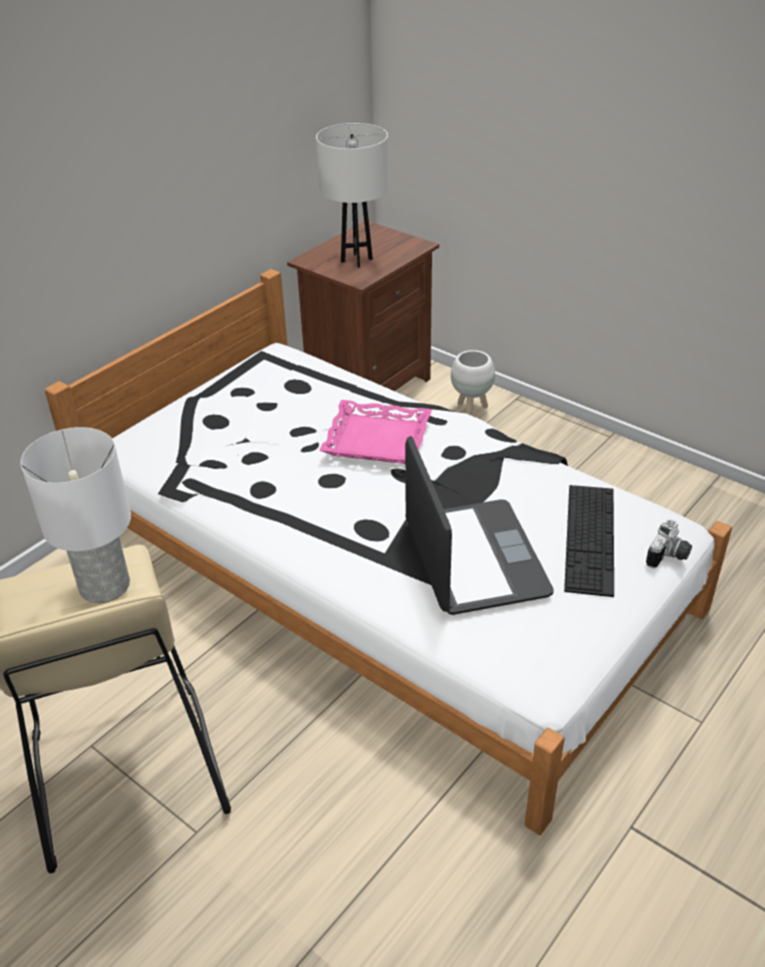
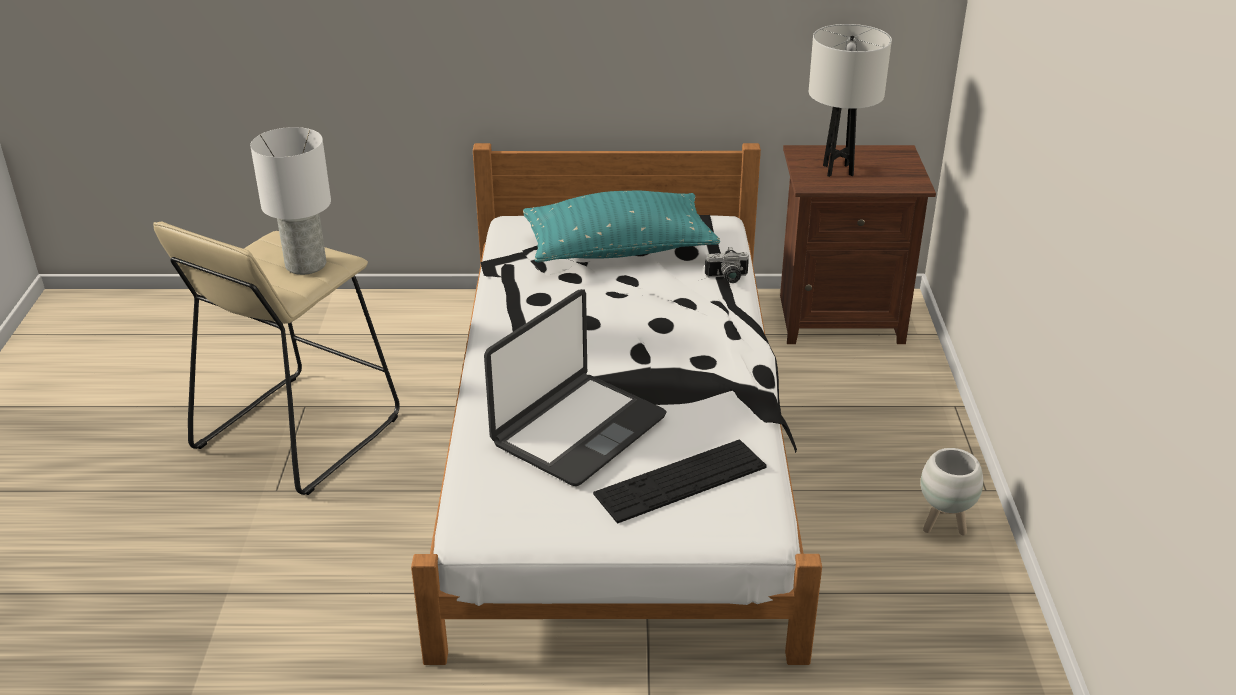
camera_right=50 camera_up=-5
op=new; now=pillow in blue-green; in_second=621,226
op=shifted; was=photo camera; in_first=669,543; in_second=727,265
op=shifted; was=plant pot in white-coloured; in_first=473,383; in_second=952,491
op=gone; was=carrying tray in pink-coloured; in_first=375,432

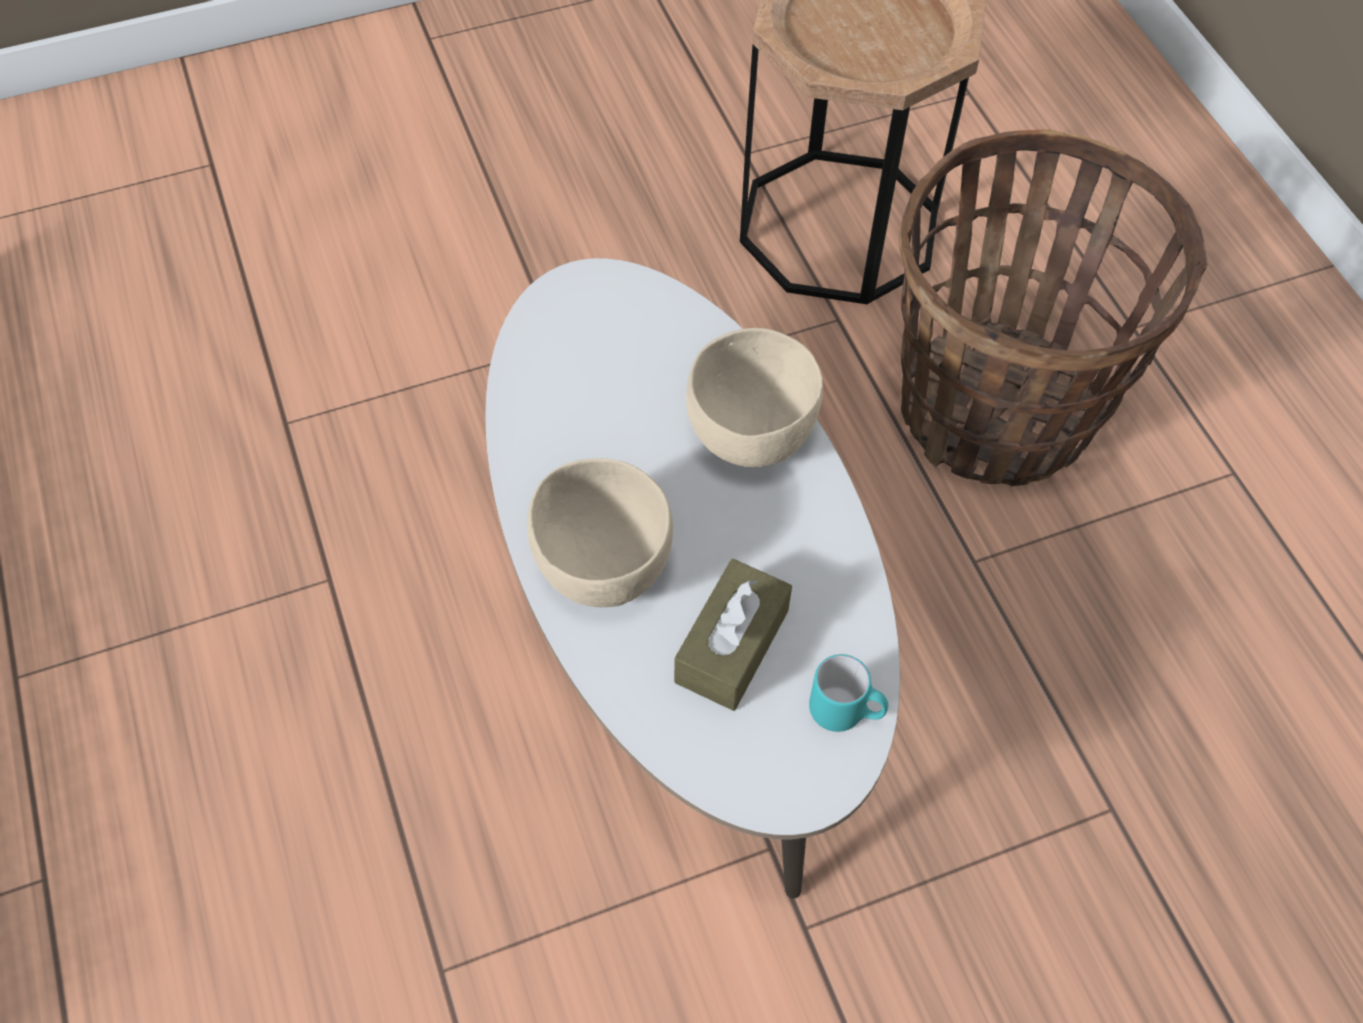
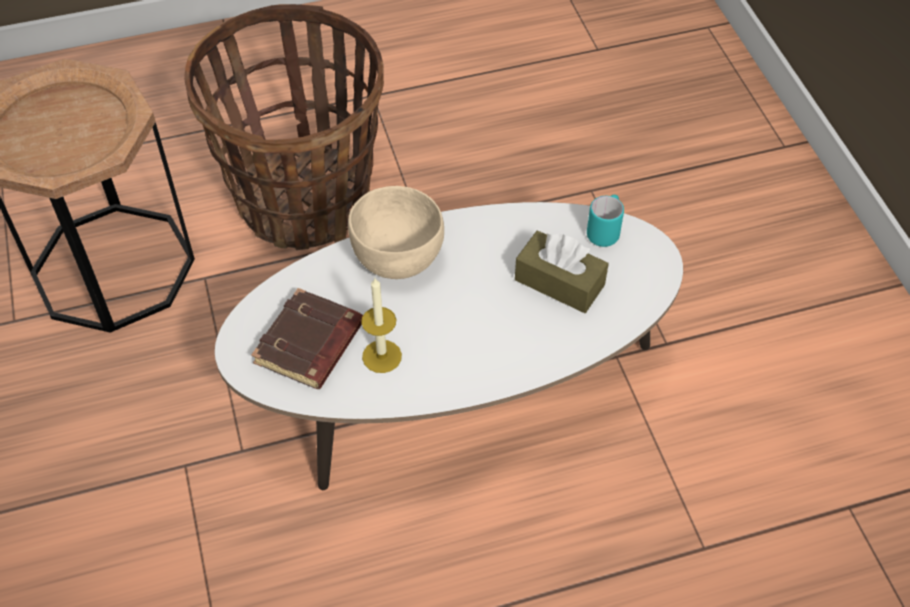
camera_right=-85 camera_up=-5
op=new; now=volume in brownish; in_second=307,338
op=new; now=wax light; in_second=381,325
op=gone; was=serving bowl in beige; in_first=600,532

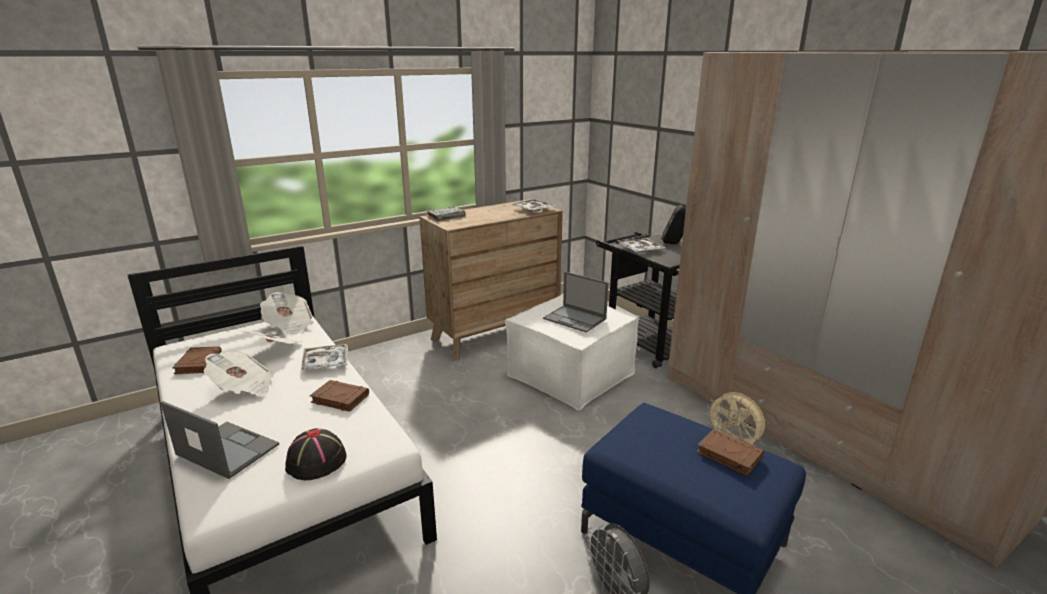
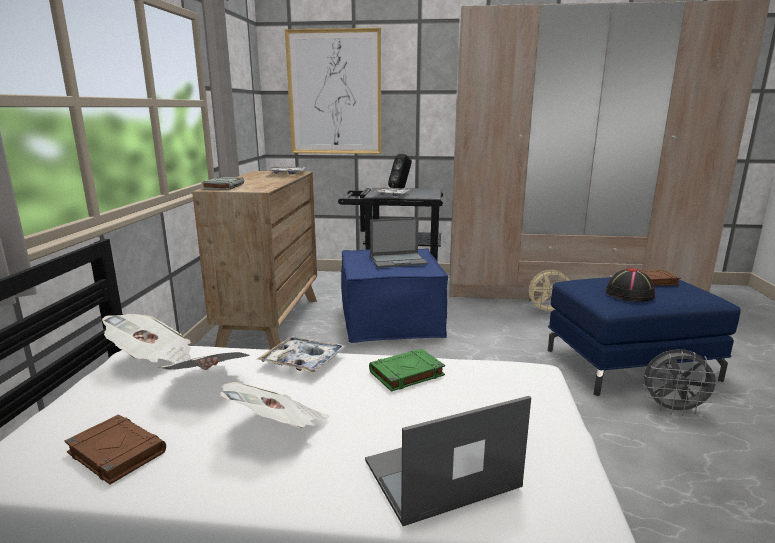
camera_right=-50 camera_up=-5
op=new; now=picture; in_second=333,91
op=repainted; was=pouffe in white-coloured; now=pouffe in bluish; in_first=572,352; in_second=394,295
op=repainted; was=volume in brownish; now=volume in green; in_first=339,396; in_second=407,370
op=shifted; was=wearable hat in blackish; in_first=316,454; in_second=630,285

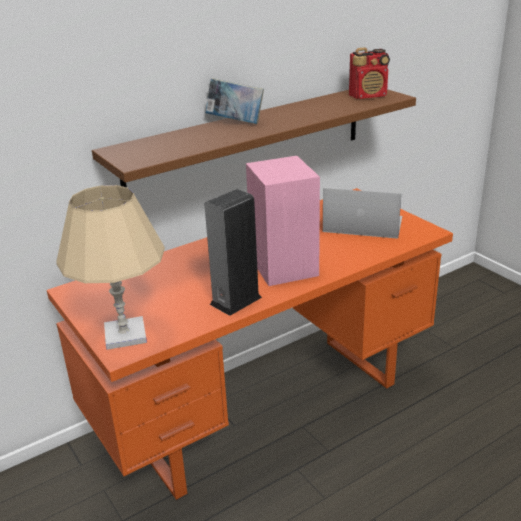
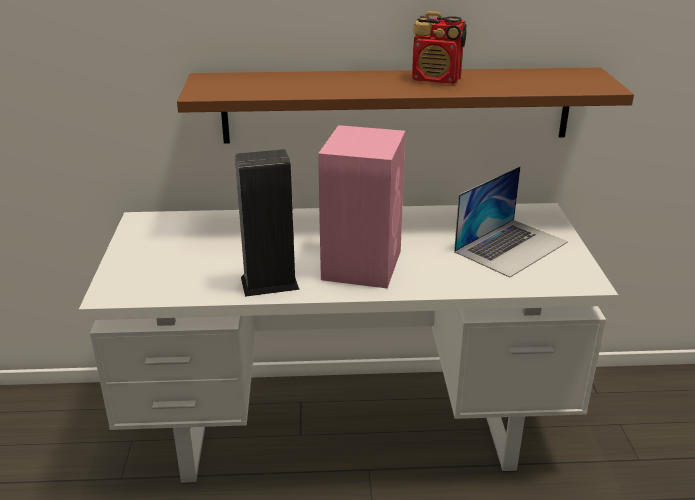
camera_right=30 camera_up=0
op=repainted; was=desk in orange; now=desk in white-coloured; in_first=250,344; in_second=348,343
op=shifted; was=radio; in_first=369,73; in_second=439,47
op=rotated; was=portable computer; in_first=362,213; in_second=511,222; clockwise=90
op=gone; was=lamp for a table in beige; in_first=110,267
op=gone; was=volume; in_first=234,101

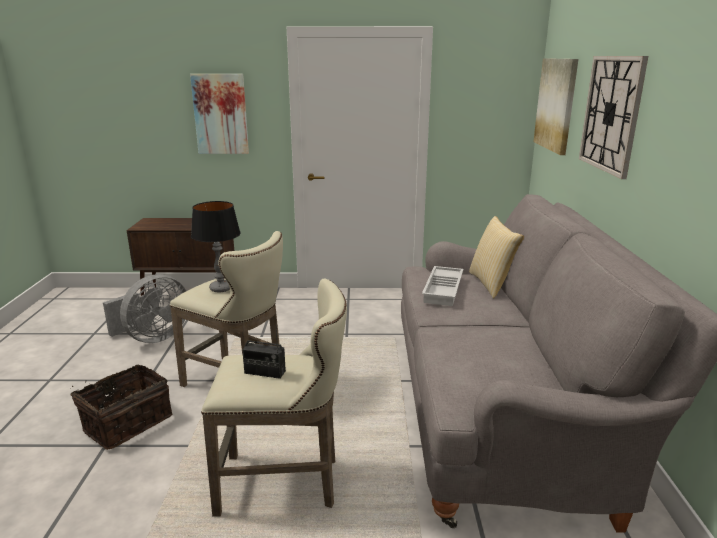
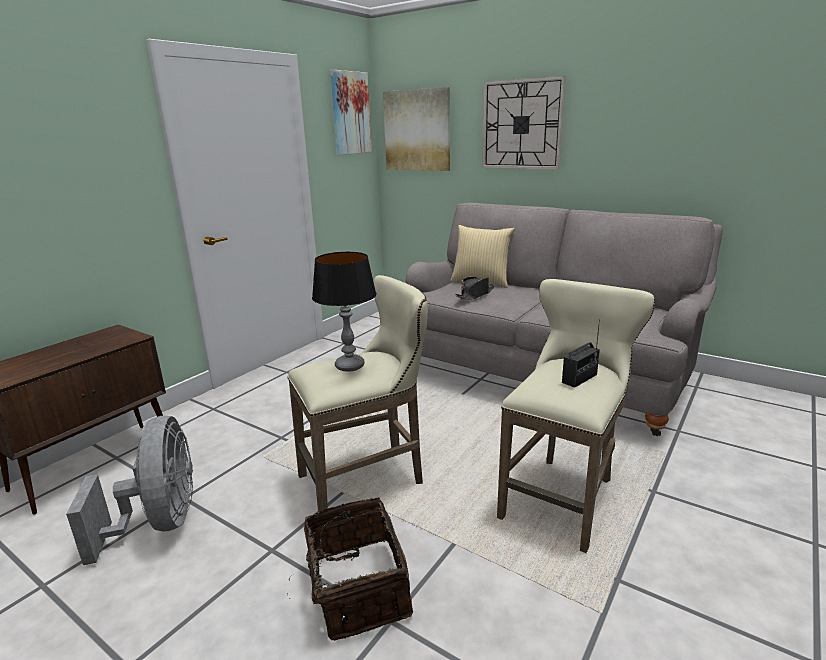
camera_right=-55 camera_up=0
op=shifted; was=picture; in_first=219,114; in_second=351,112
op=swapped; was=carrying tray in white-coloured; now=wearable hat in blackish; in_first=442,286; in_second=475,288

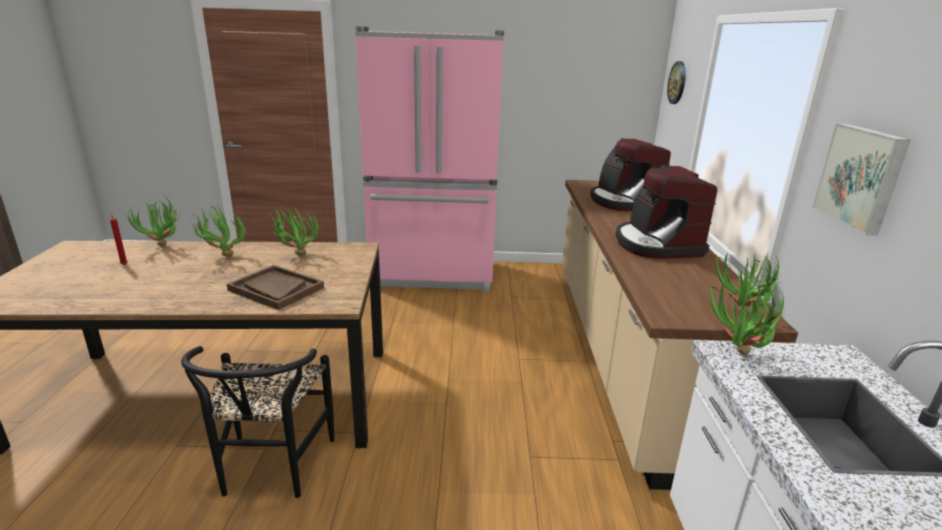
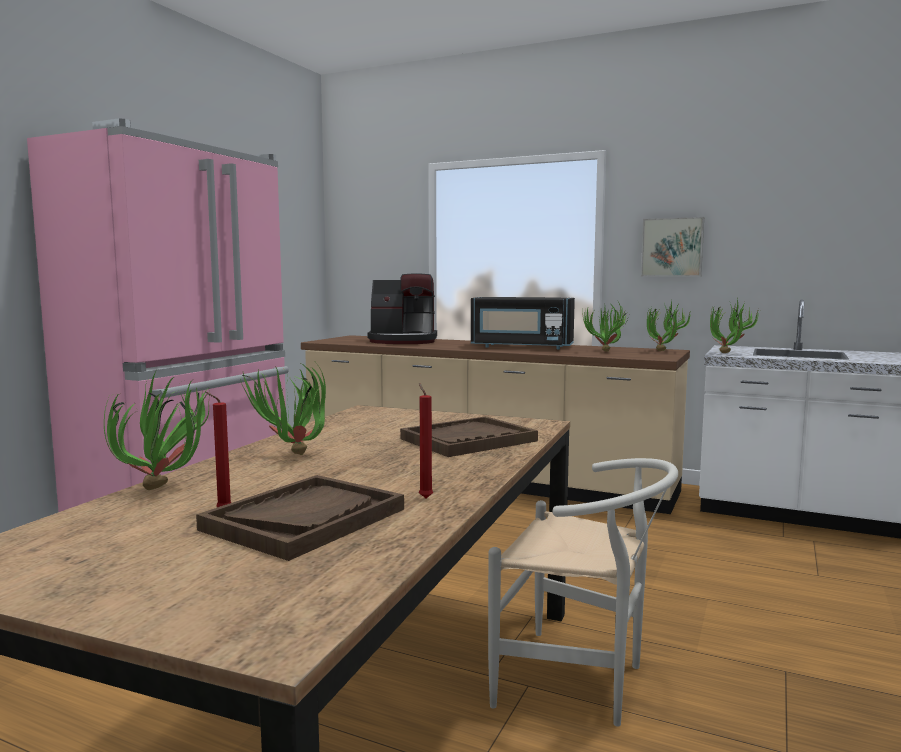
camera_right=-65 camera_up=-15
op=new; now=carrying tray in brownish; in_second=300,518
op=new; now=wax light in red; in_second=426,440
op=swapped; was=coffee maker; now=microwave in blackish; in_first=666,212; in_second=523,323
op=repainted; was=plain chair in blackish; now=plain chair in white-coloured; in_first=257,422; in_second=583,592
op=shifted; was=houseplant; in_first=293,230; in_second=606,328
op=gone; was=hanging clock; in_first=676,82

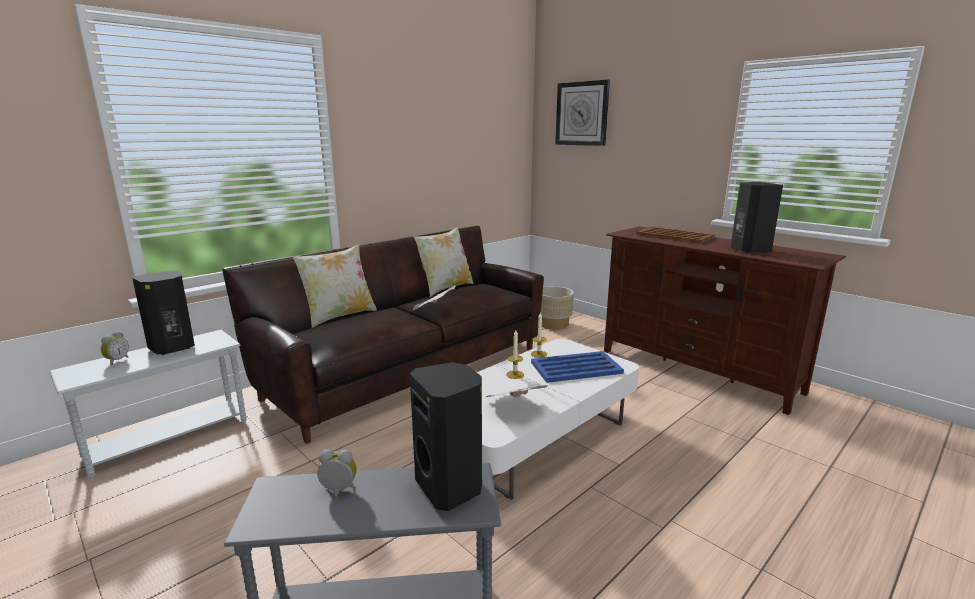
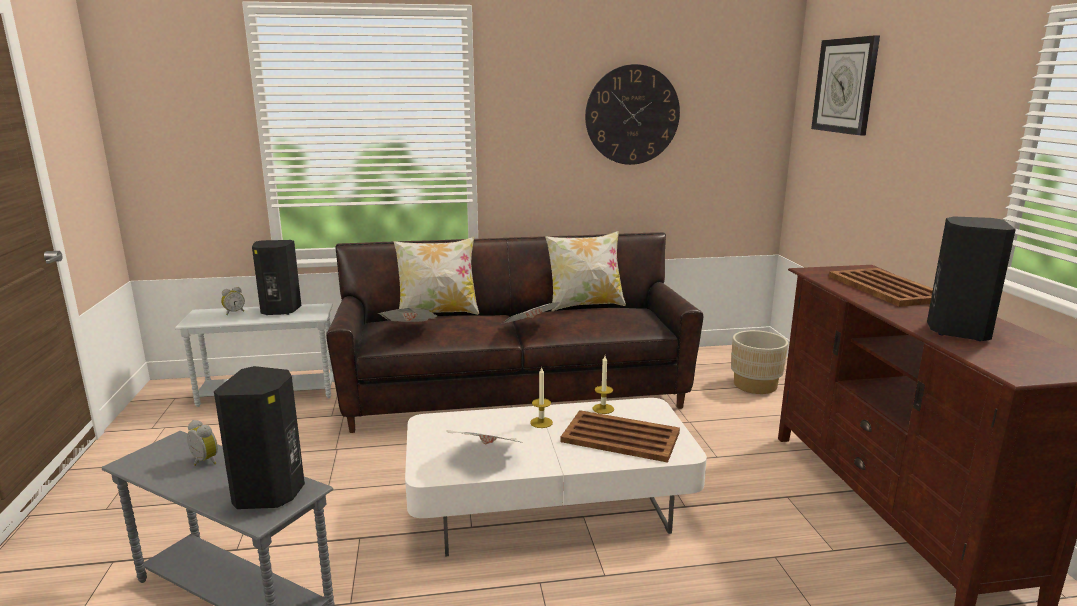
camera_right=35 camera_up=0
op=new; now=daily paper; in_second=408,315
op=repainted; was=carrying tray in bluish; now=carrying tray in brownish; in_first=577,367; in_second=620,436
op=new; now=hanging clock; in_second=632,114

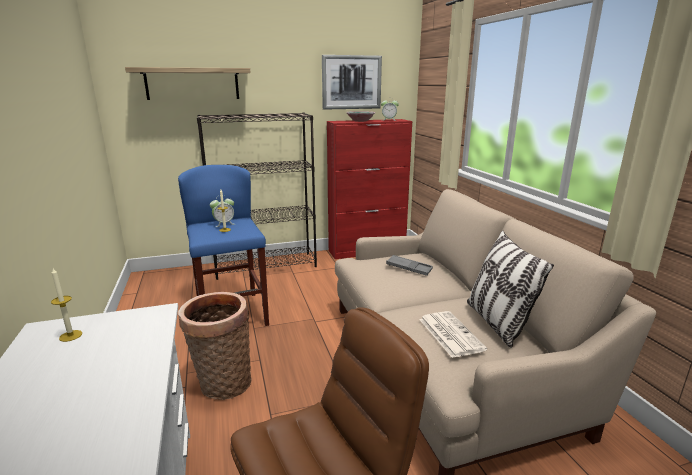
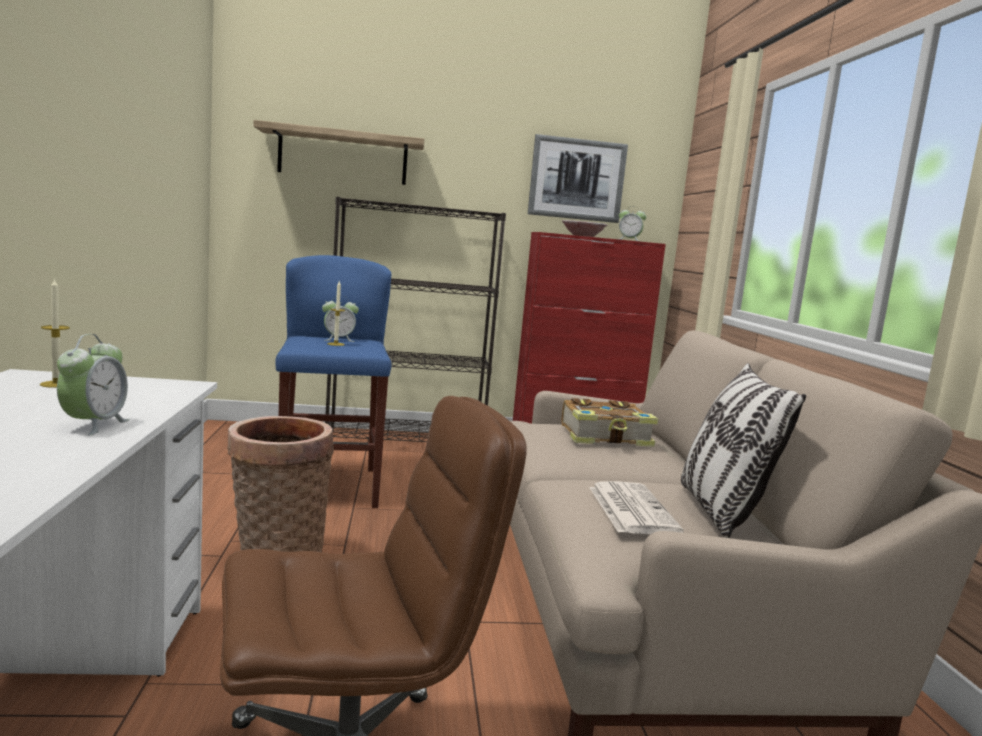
camera_right=10 camera_up=-10
op=new; now=alarm clock; in_second=93,385
op=swapped; was=carrying tray in grey; now=volume; in_first=409,265; in_second=609,422

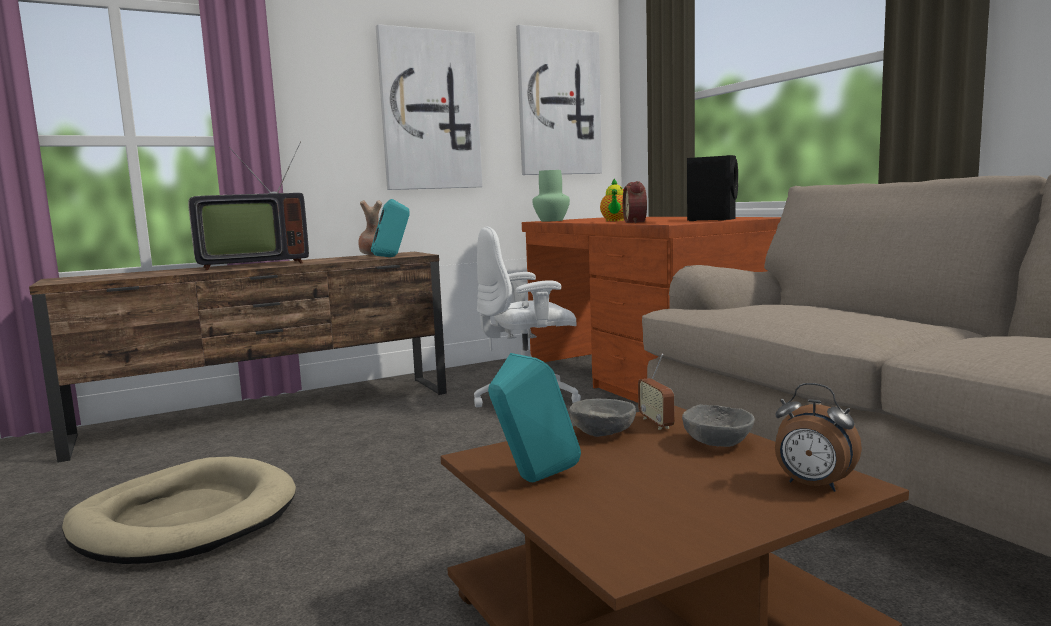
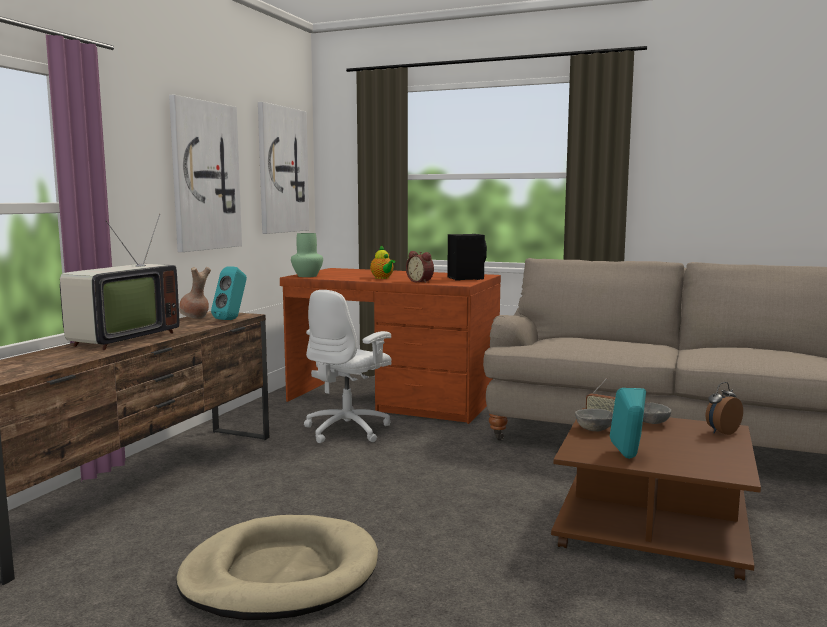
camera_right=-40 camera_up=0
op=rotated; was=alarm clock; in_first=818,437; in_second=724,408; clockwise=150

